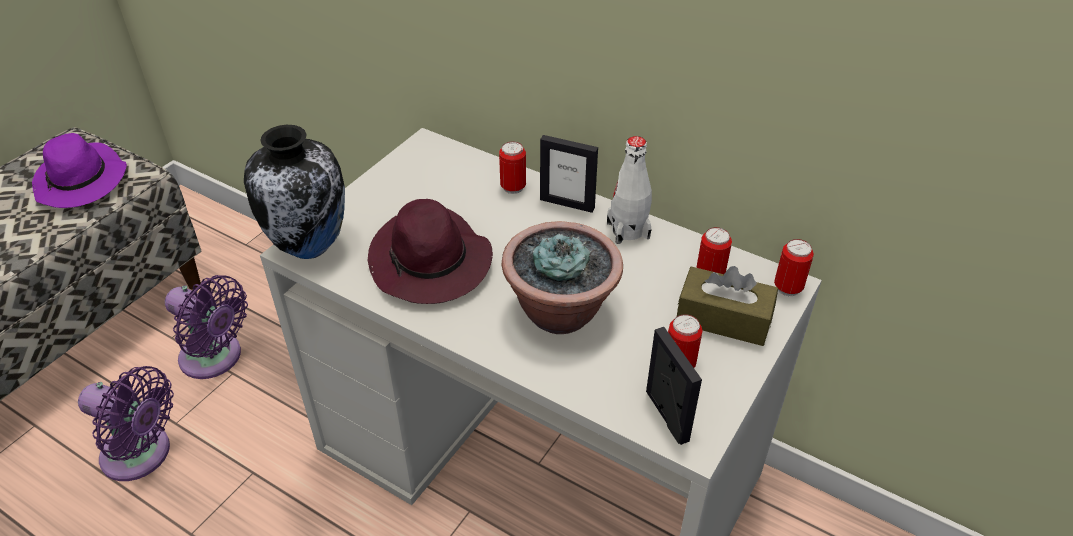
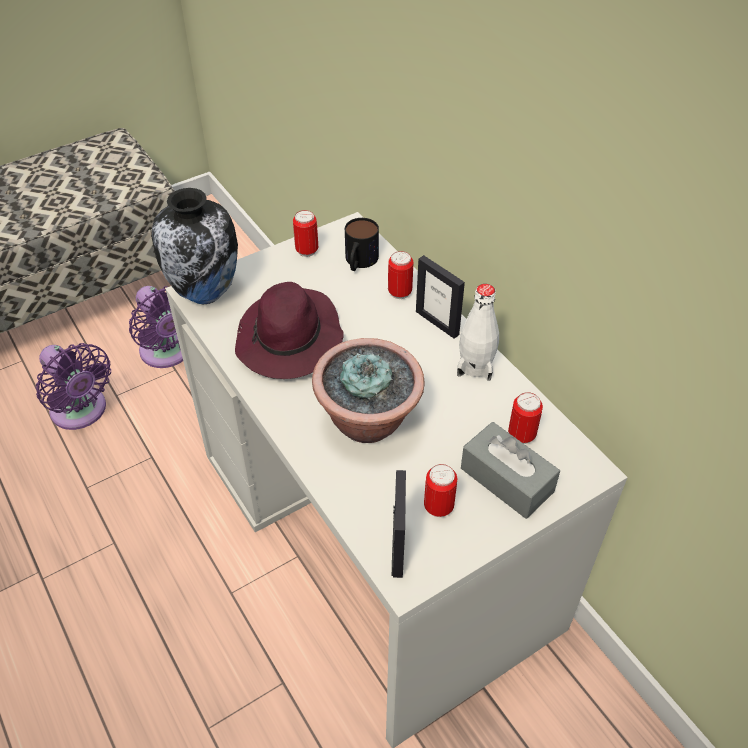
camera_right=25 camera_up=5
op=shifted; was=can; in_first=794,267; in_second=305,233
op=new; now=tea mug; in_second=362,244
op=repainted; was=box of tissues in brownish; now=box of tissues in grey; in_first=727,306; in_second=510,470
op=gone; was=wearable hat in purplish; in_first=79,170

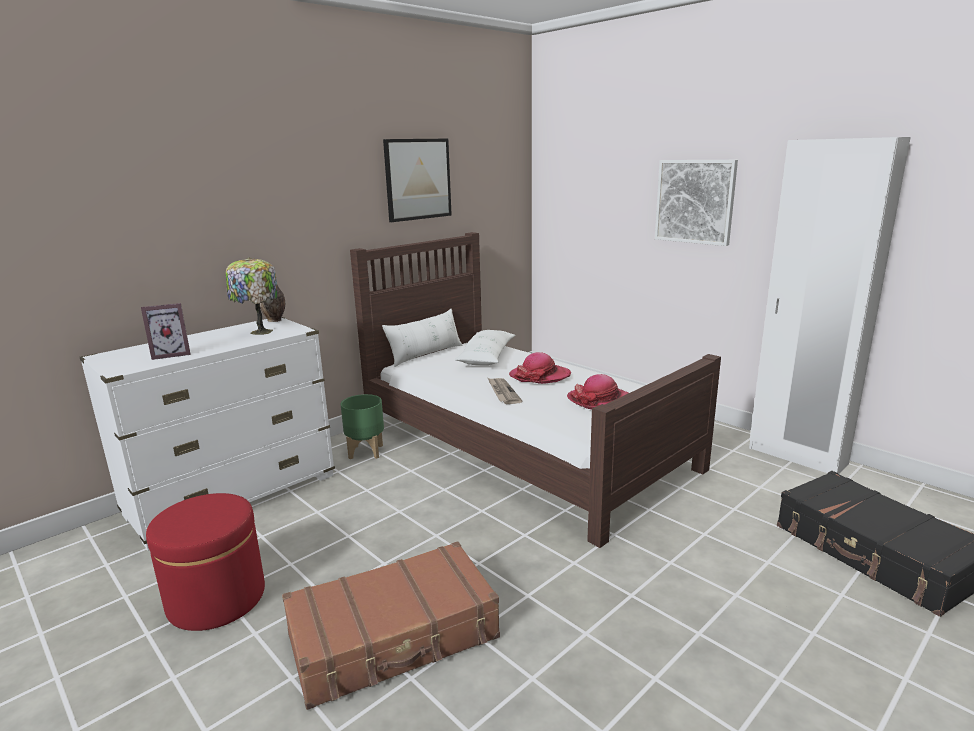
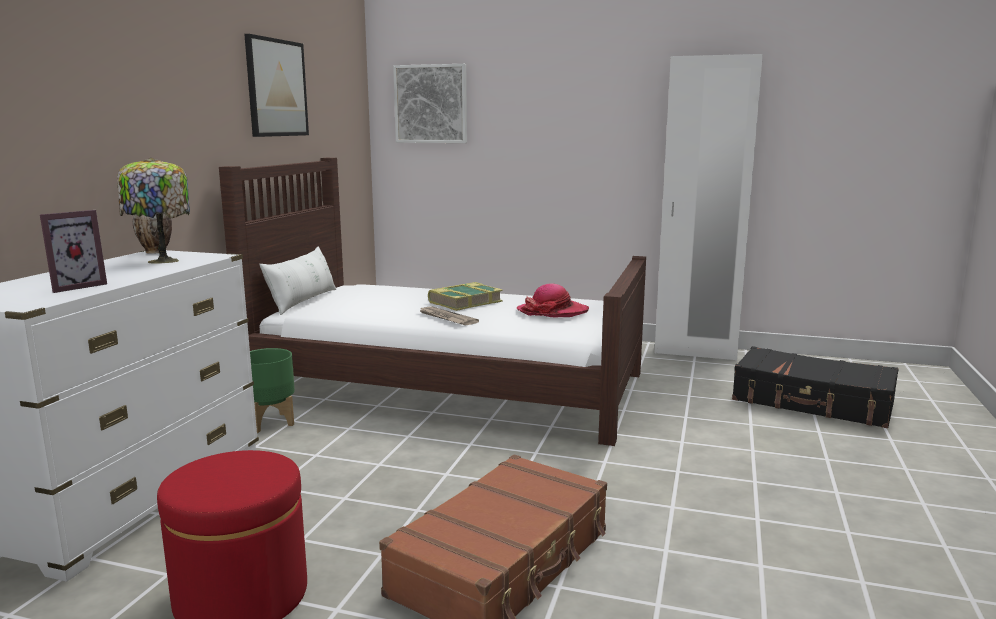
camera_right=-30 camera_up=-5
op=shifted; was=picture; in_first=696,203; in_second=430,103
op=swapped; was=wearable hat; now=volume; in_first=540,368; in_second=465,296
op=gone; was=pillow in white-coloured; in_first=485,347

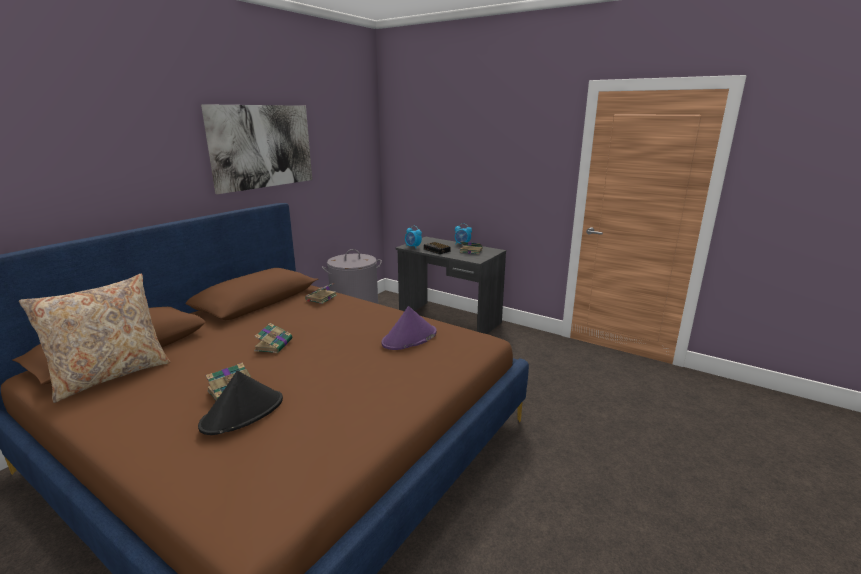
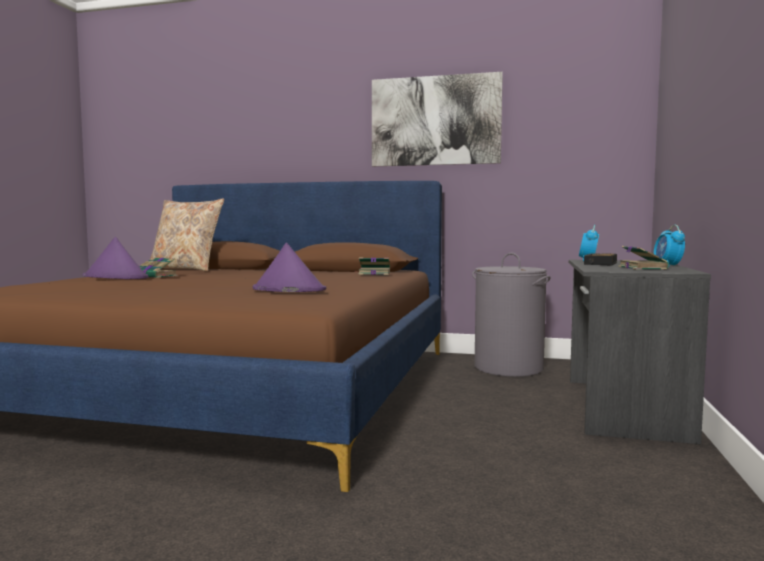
camera_right=70 camera_up=-15
op=repainted; was=wearable hat in blackish; now=wearable hat in purplish; in_first=240,403; in_second=116,258
op=gone; was=volume; in_first=273,338

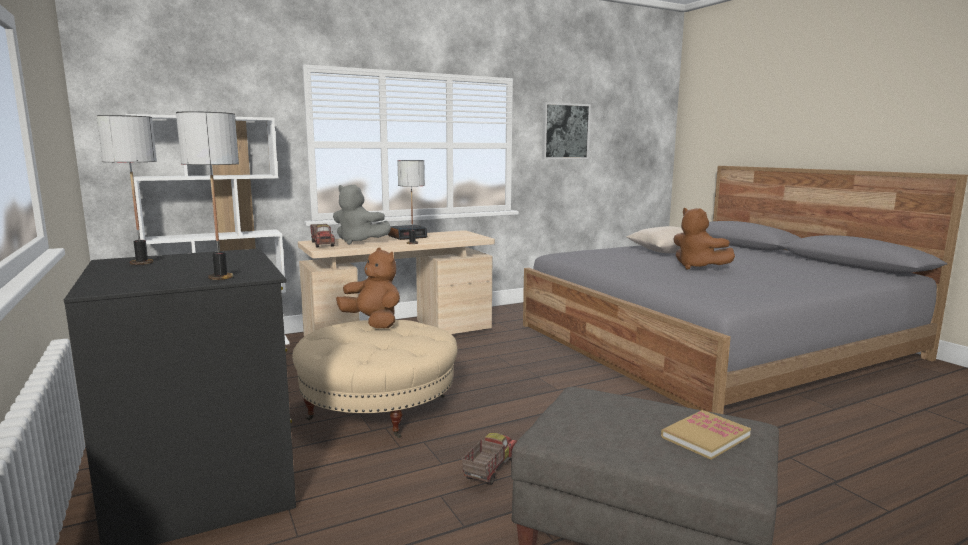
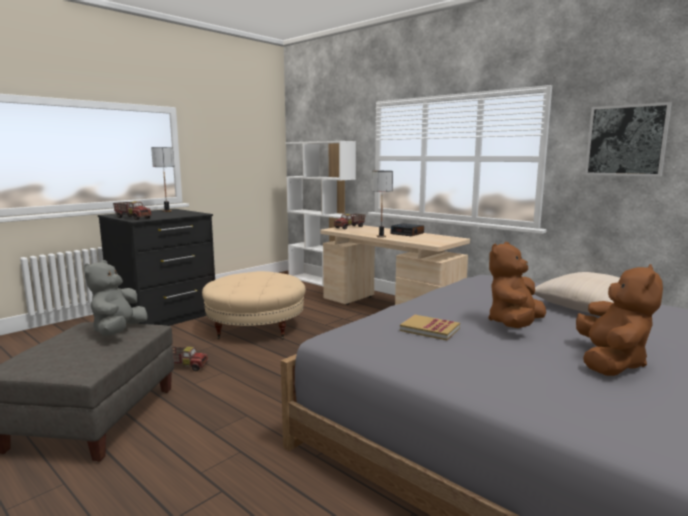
camera_right=70 camera_up=0
op=shifted; was=cuddly toy in grey; in_first=362,214; in_second=116,297
op=swapped; was=lamp for a table; now=toy truck; in_first=207,195; in_second=132,210
op=shifted; was=volume; in_first=706,435; in_second=430,327
op=shifted; was=cuddly toy in brownish; in_first=368,287; in_second=619,320

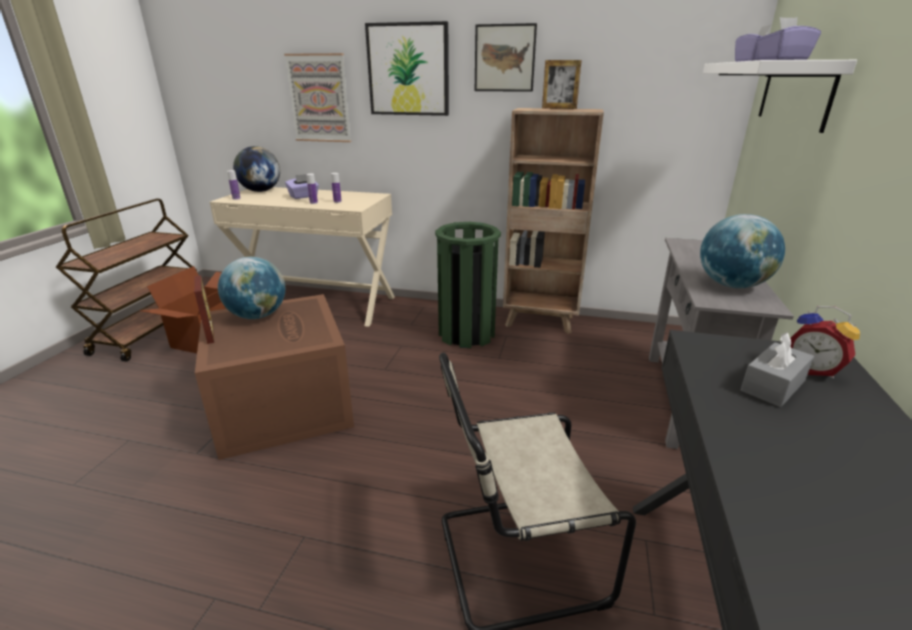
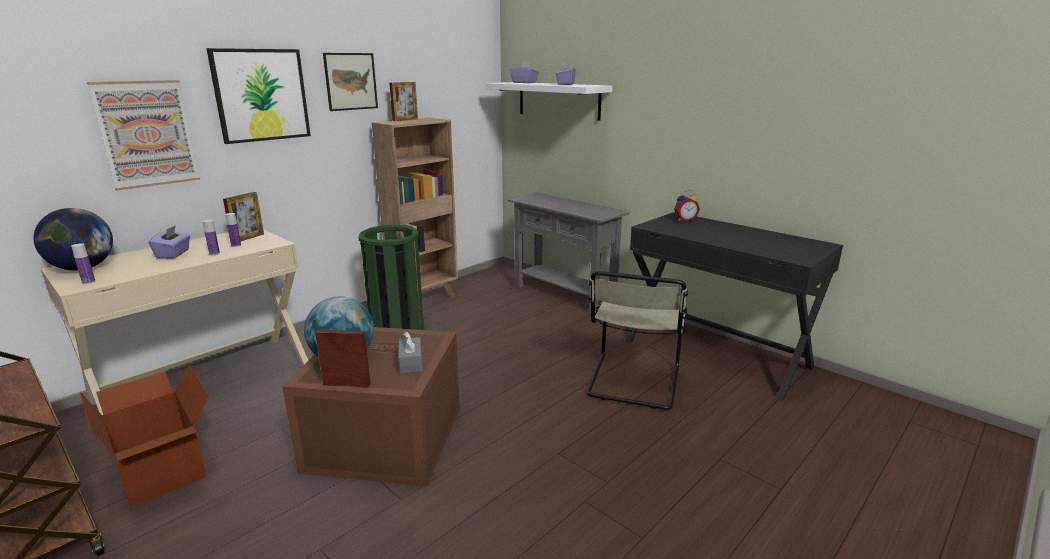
camera_right=-60 camera_up=-5
op=new; now=picture frame; in_second=243,216
op=shifted; was=box of tissues in grey; in_first=777,369; in_second=411,352
op=gone; was=desk globe; in_first=742,251

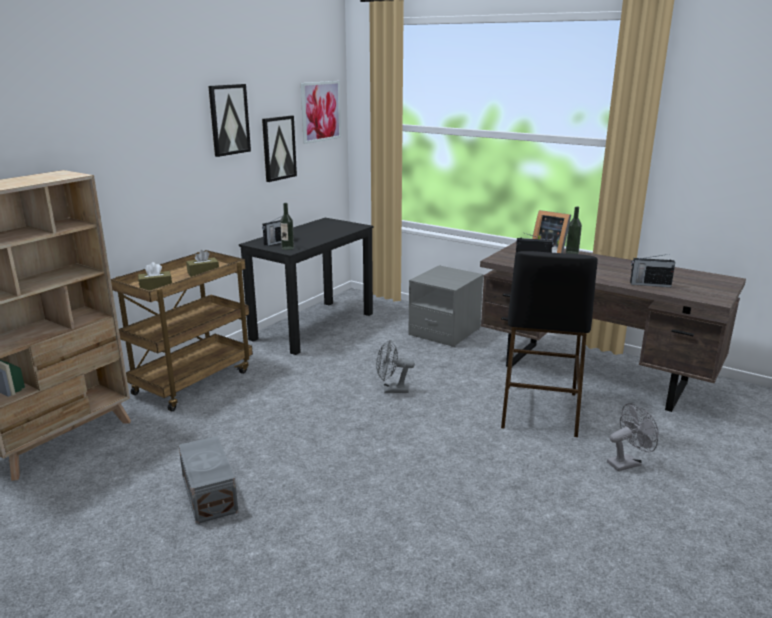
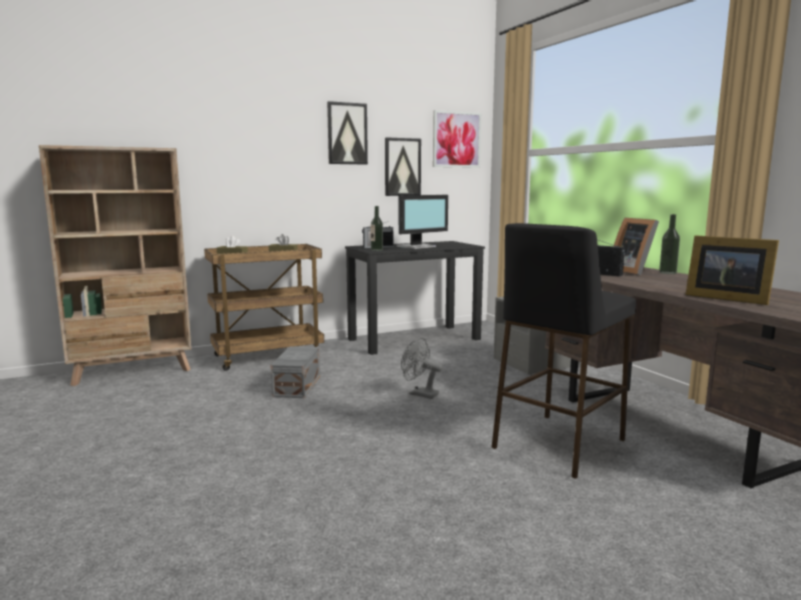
camera_right=30 camera_up=-10
op=shifted; was=storage box in grey; in_first=209,480; in_second=295,372
op=new; now=monitor; in_second=422,222
op=swapped; was=radio; now=picture frame; in_first=652,270; in_second=732,270
op=gone; was=electric fan in grey; in_first=632,437

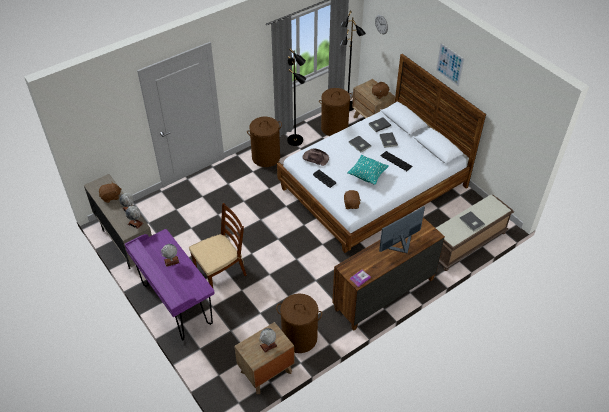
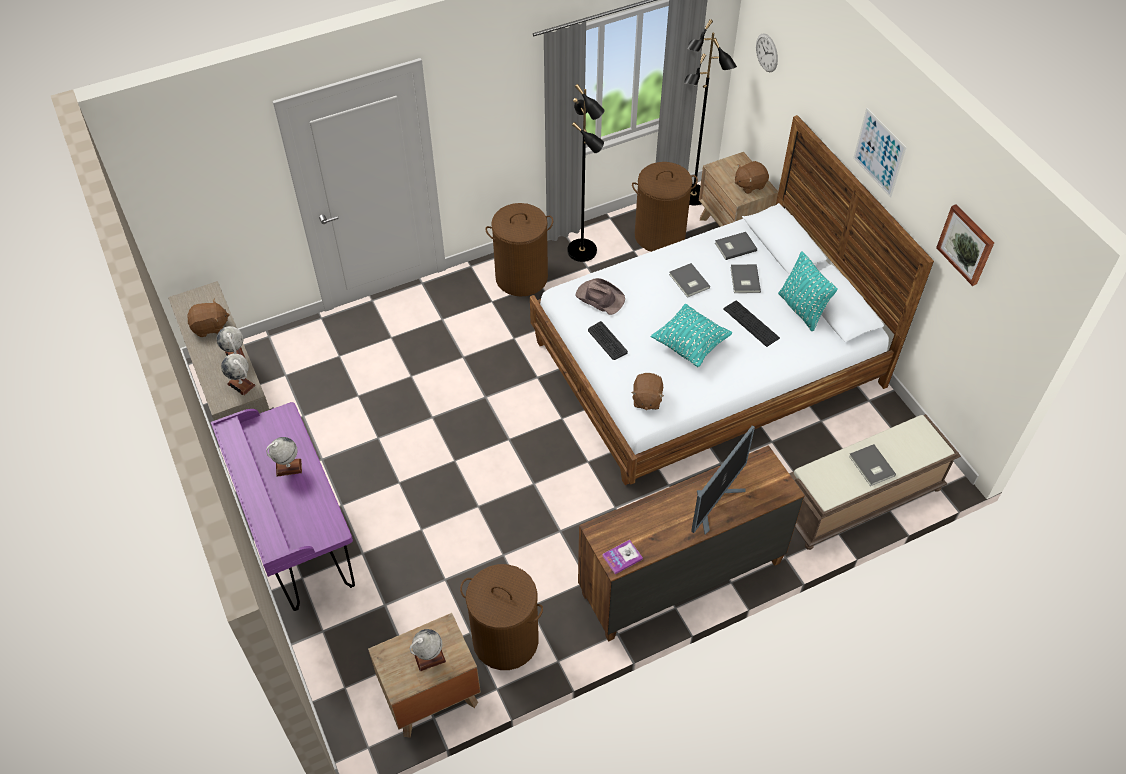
camera_right=10 camera_up=5
op=rotated; was=monitor; in_first=402,230; in_second=723,480; clockwise=150
op=new; now=pillow in blue-green; in_second=807,291
op=new; now=picture; in_second=965,245
op=gone; was=plain chair in brownish; in_first=218,245

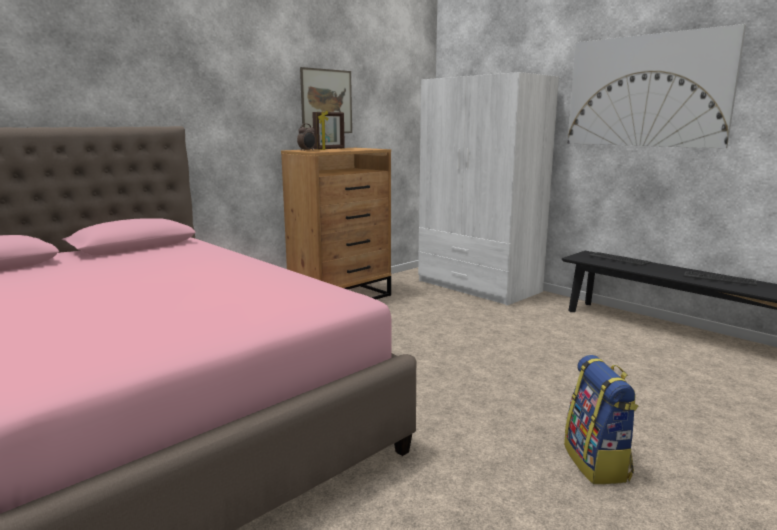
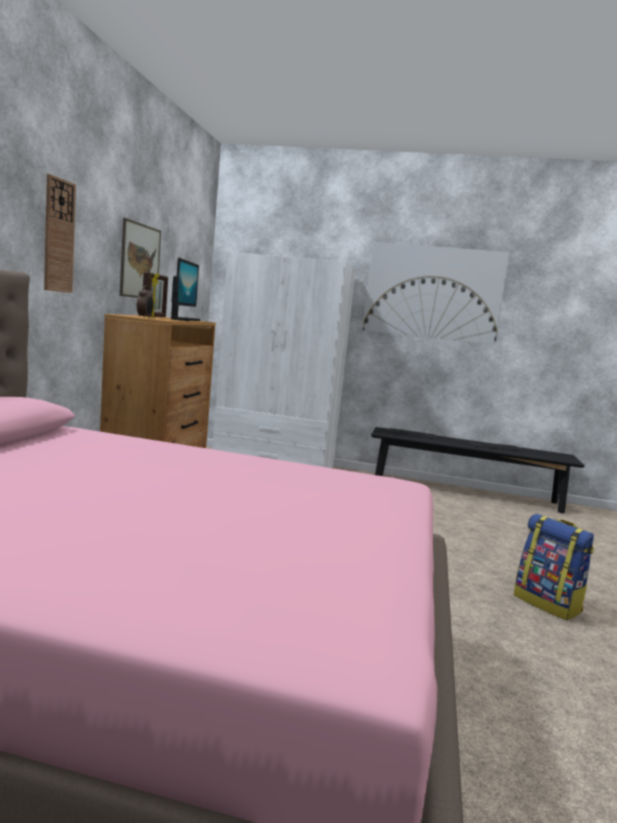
camera_right=-35 camera_up=-5
op=new; now=hanging clock; in_second=60,233
op=new; now=monitor; in_second=185,289

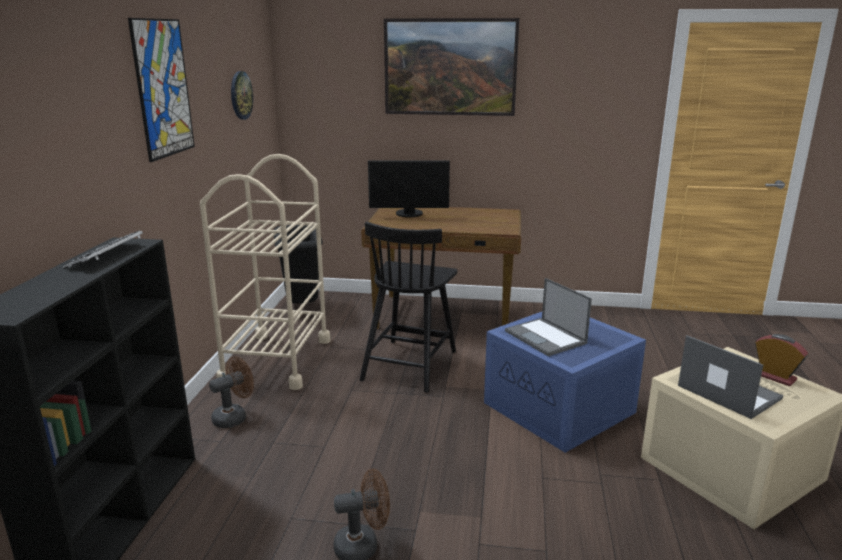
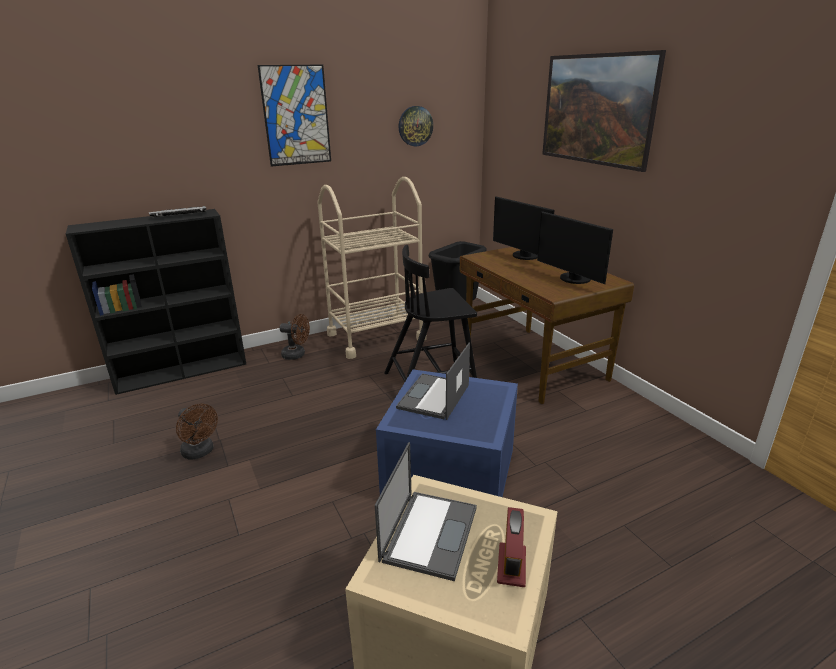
camera_right=55 camera_up=5
op=new; now=monitor; in_second=575,247

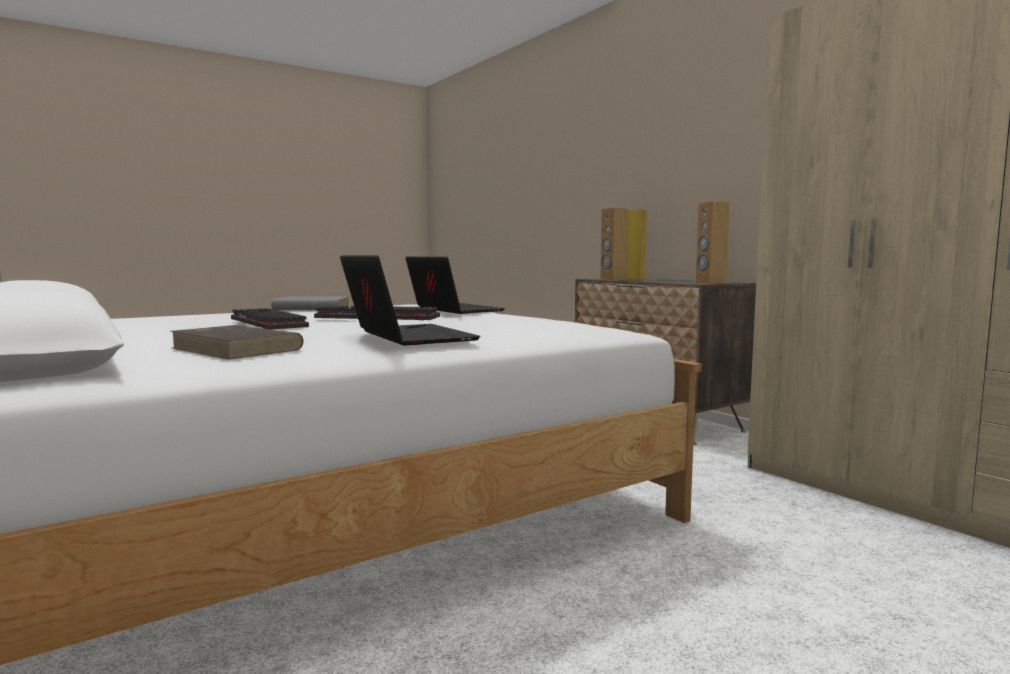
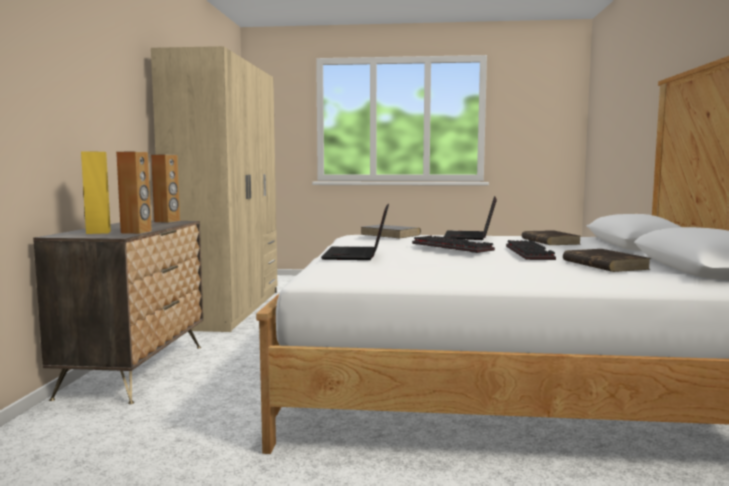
camera_right=-140 camera_up=0
op=shifted; was=volume in grey; in_first=310,303; in_second=390,231
op=new; now=volume in brownish; in_second=607,260

